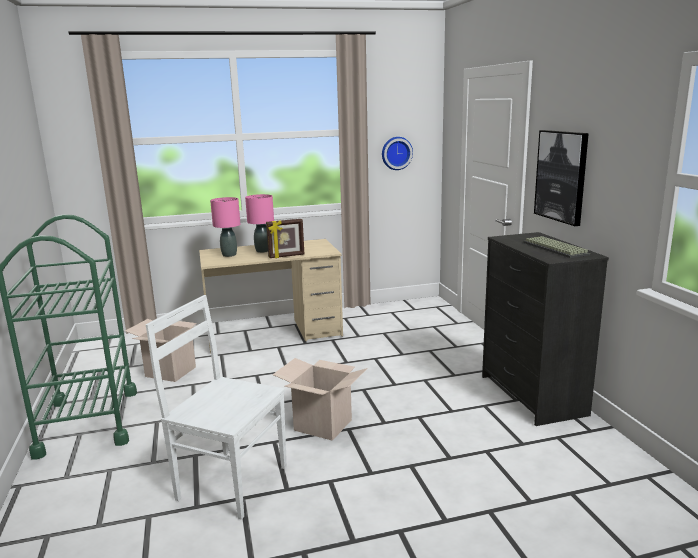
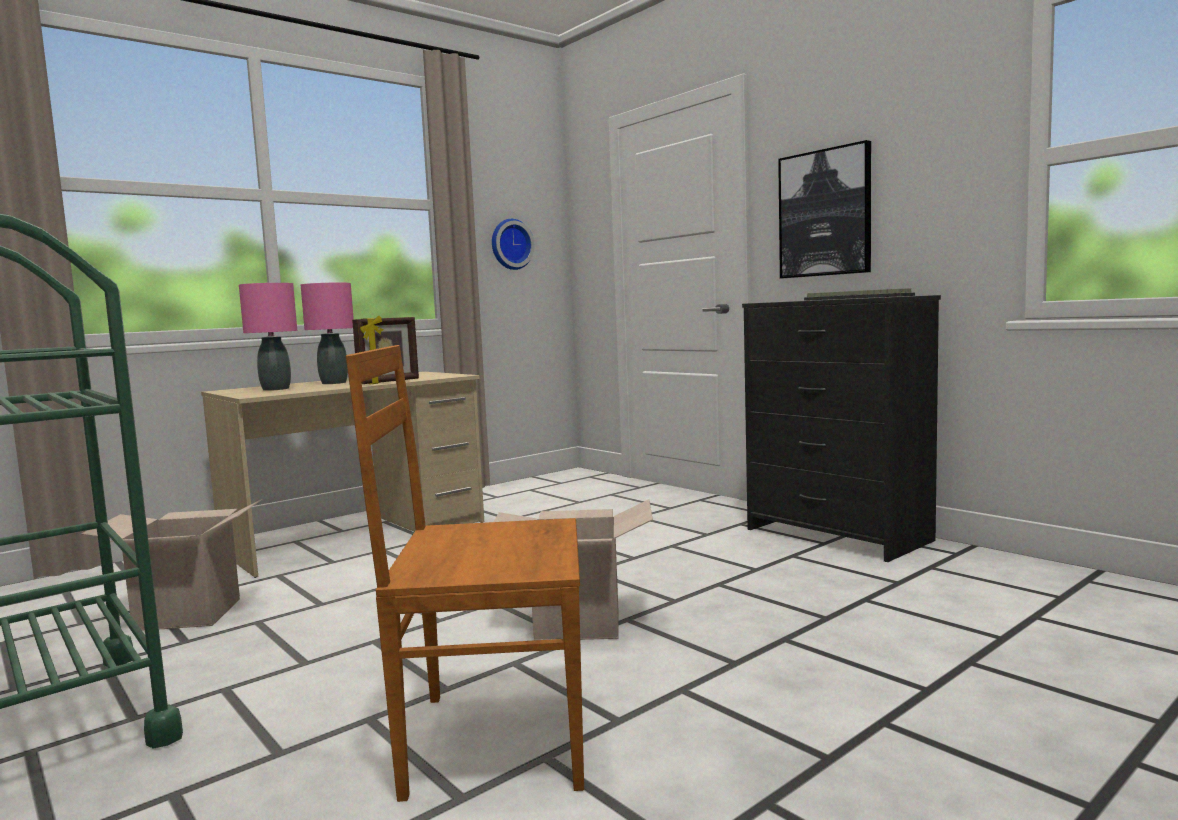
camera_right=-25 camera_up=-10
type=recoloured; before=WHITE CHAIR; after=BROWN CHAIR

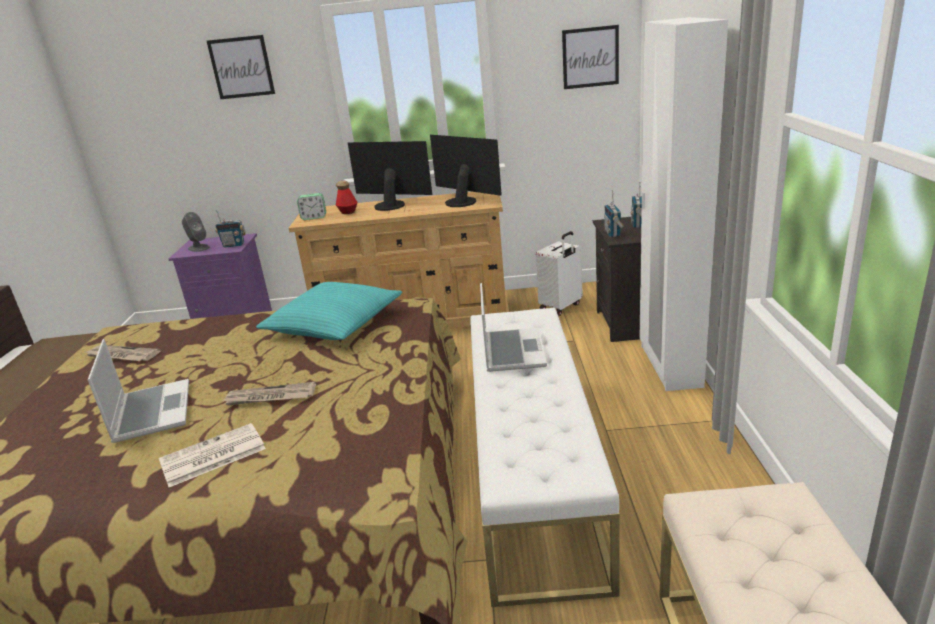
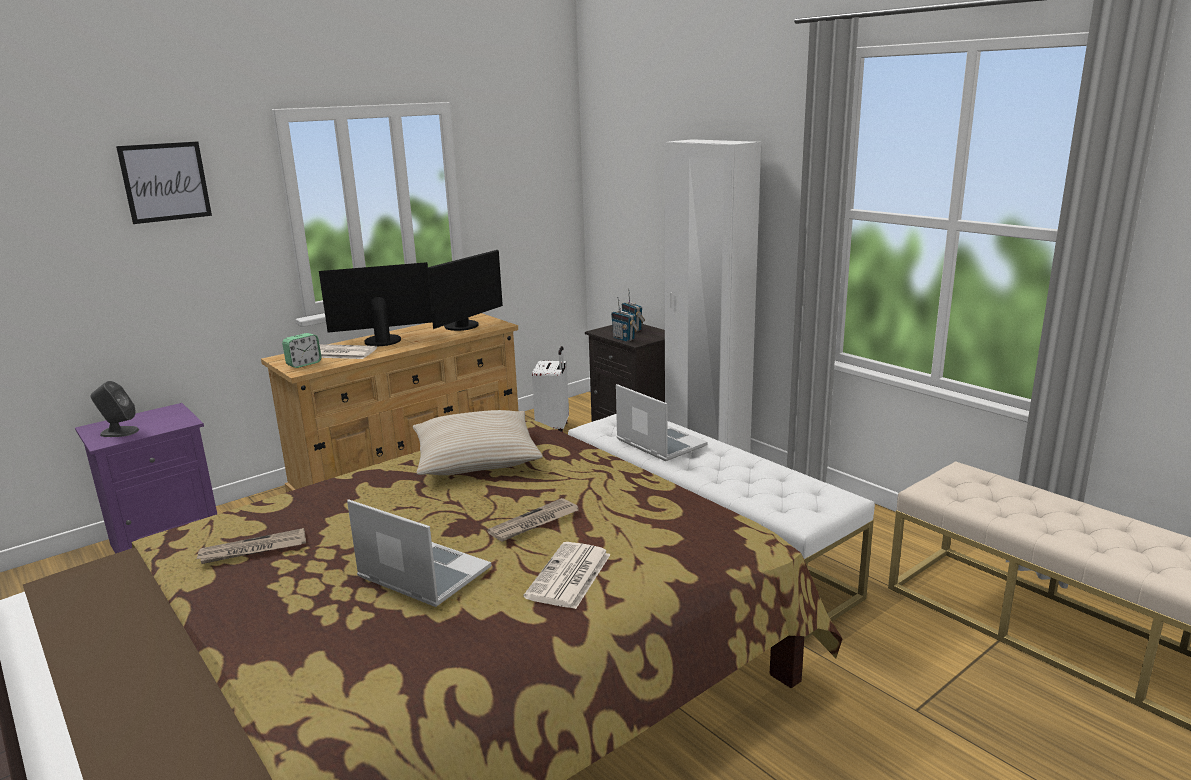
camera_right=-40 camera_up=-5
type=replaced; before=BOTTLE; after=NEWSPAPER (2nd from left)
type=recoloured; before=TURQUOISE PILLOW; after=BEIGE PILLOW
type=turned; before=MONITOR (2nd from left); turn=120
type=removed; before=RADIO (1st from left)
type=removed; before=PICTURE (2nd from left)

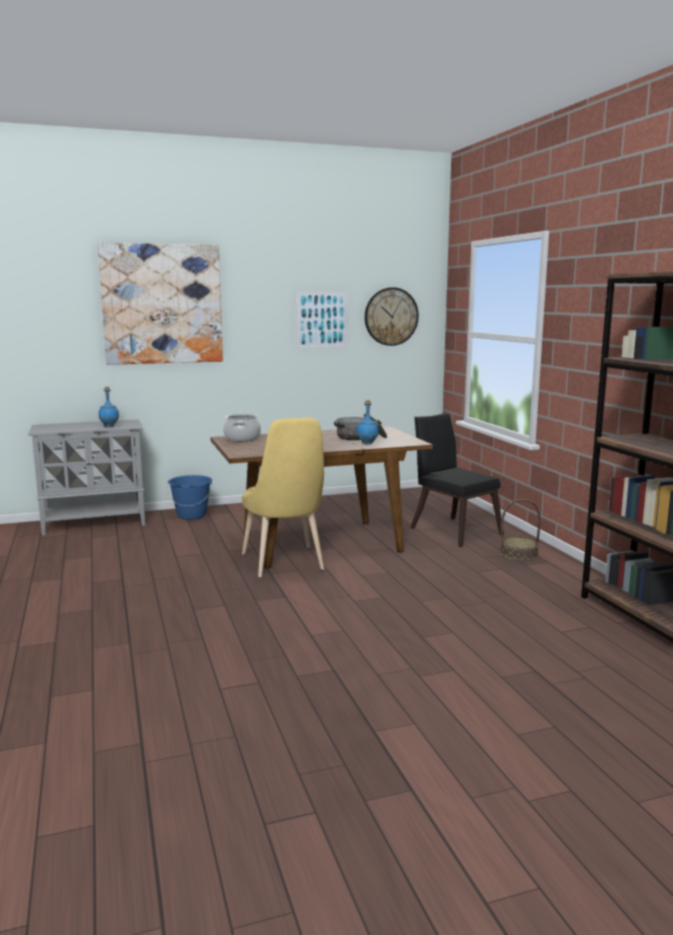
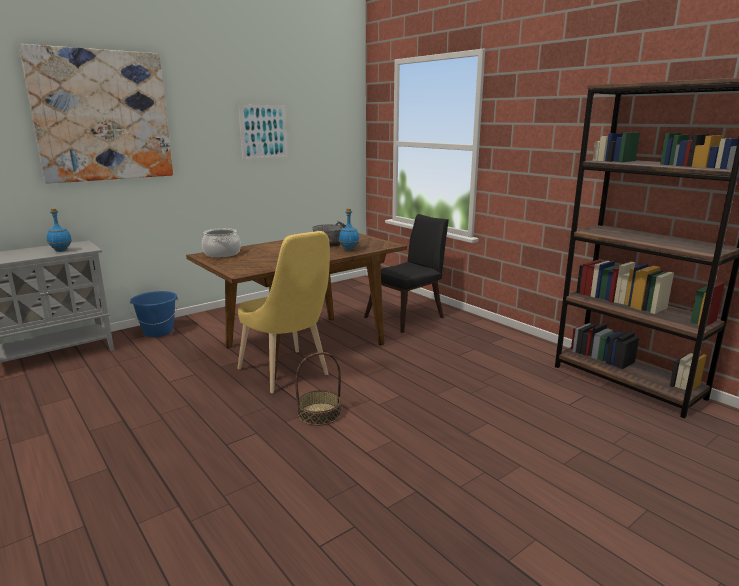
camera_right=-20 camera_up=5
type=moved; before=BASKET
type=turned; before=BLACK CHAIR; turn=105
type=removed; before=WALL CLOCK

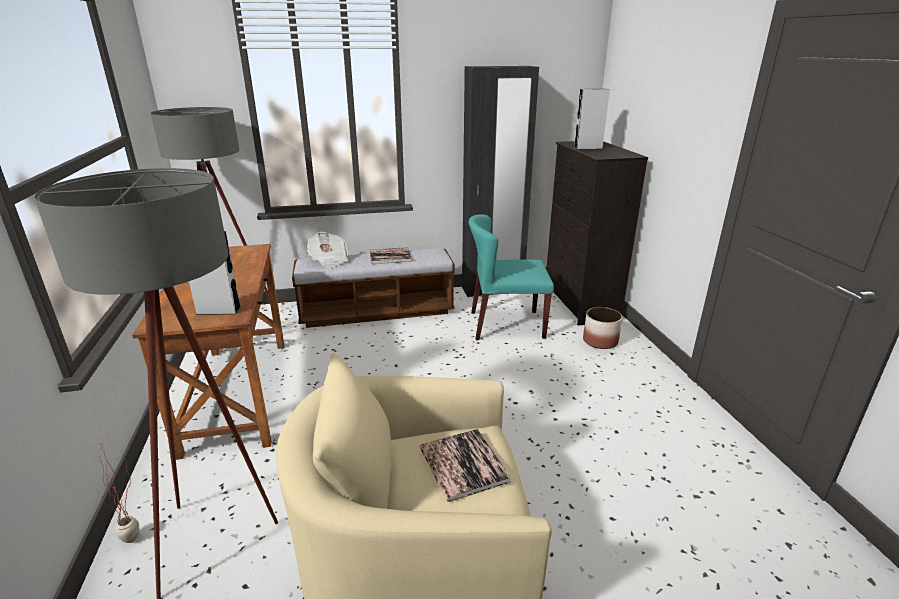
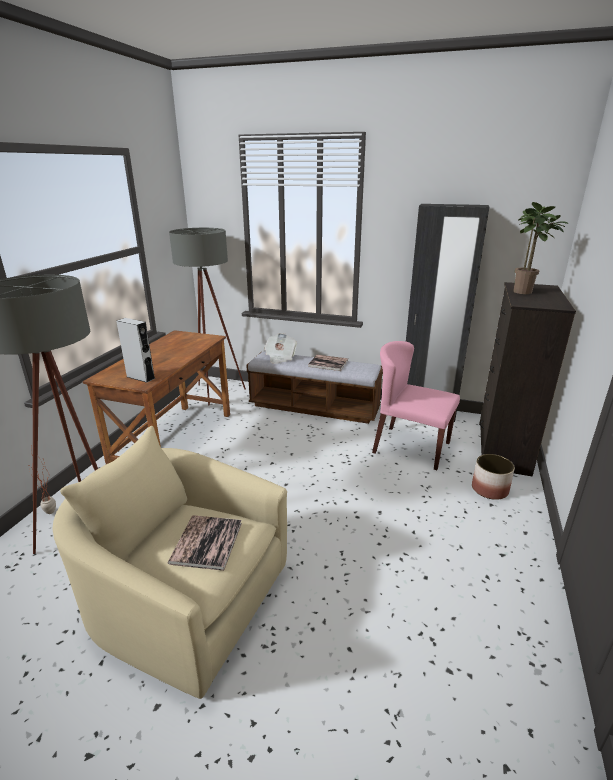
camera_right=30 camera_up=0
type=recoloured; before=TURQUOISE CHAIR; after=PINK CHAIR
type=replaced; before=GREY SPEAKER (2nd from left); after=POTTED PLANT (2nd from left)

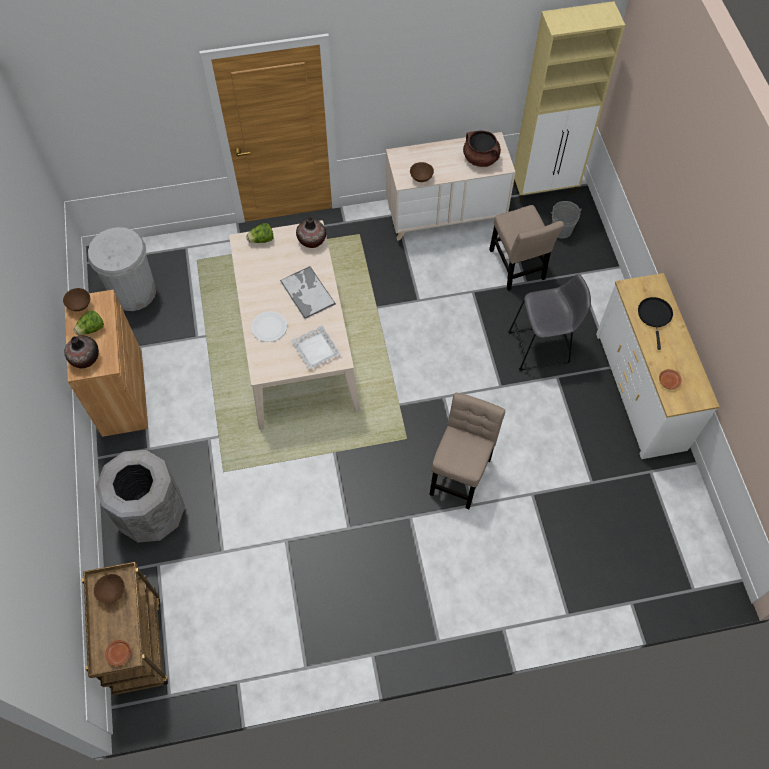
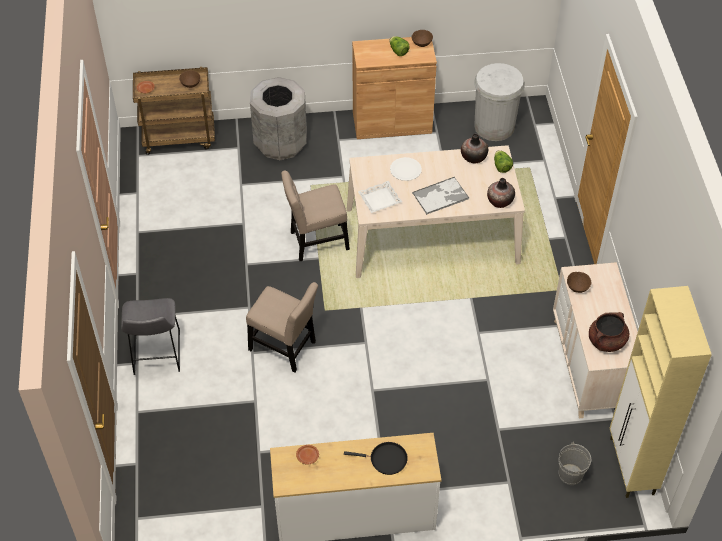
camera_right=95 camera_up=-10
type=moved; before=GREY STOOL
type=moved; before=BEIGE CHAIR (2nd from left)
type=moved; before=VASE (1st from left)

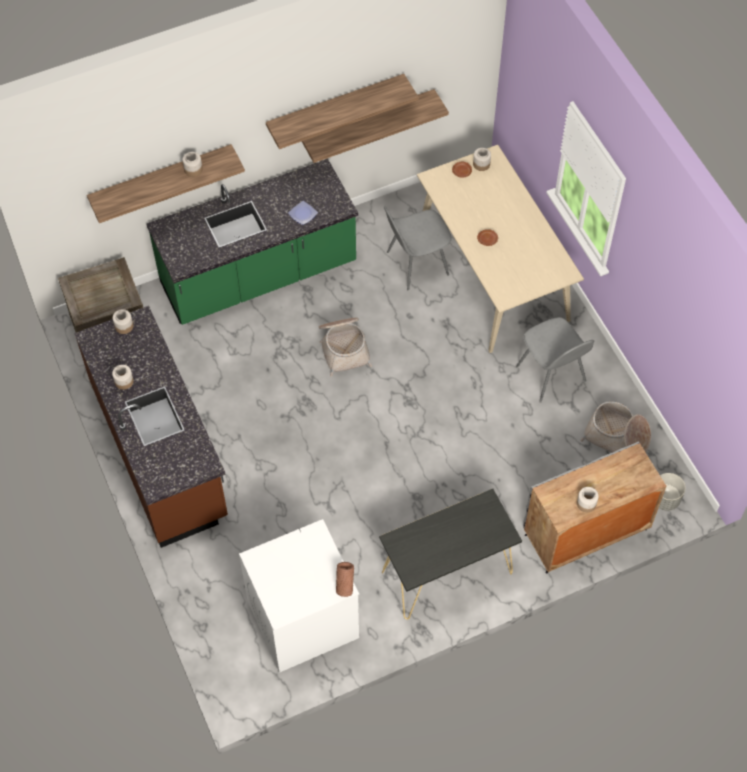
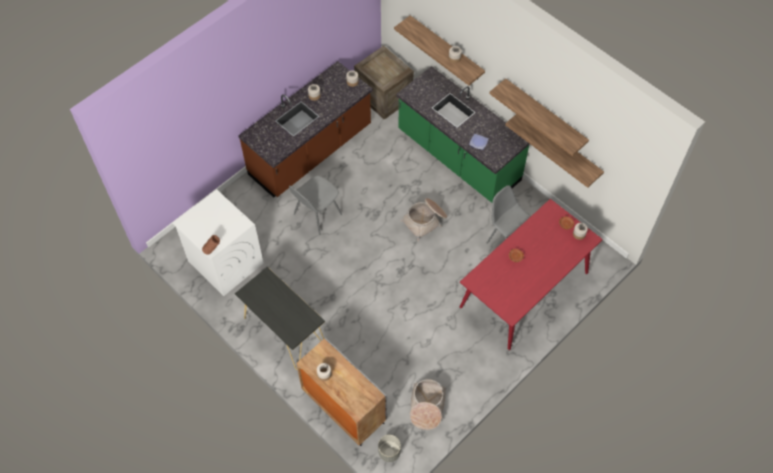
camera_right=70 camera_up=0
type=moved; before=GREY CHAIR (2nd from left in the first image); after=GREY CHAIR (1st from left)
type=recoloured; before=BEIGE DINING TABLE; after=RED DINING TABLE

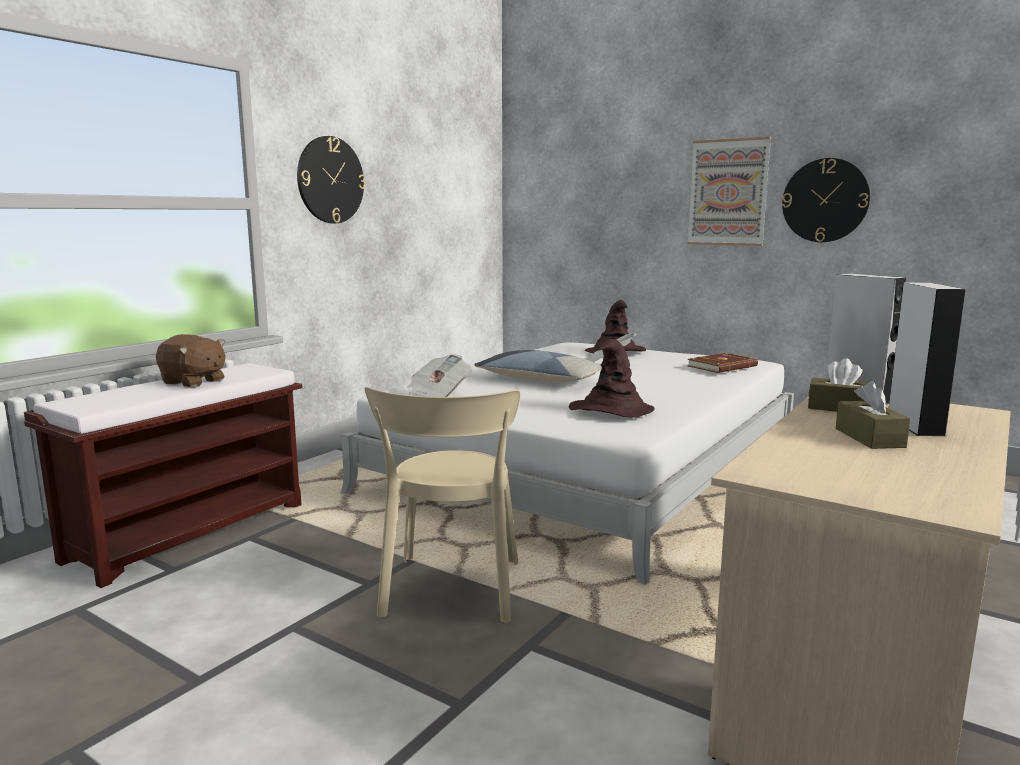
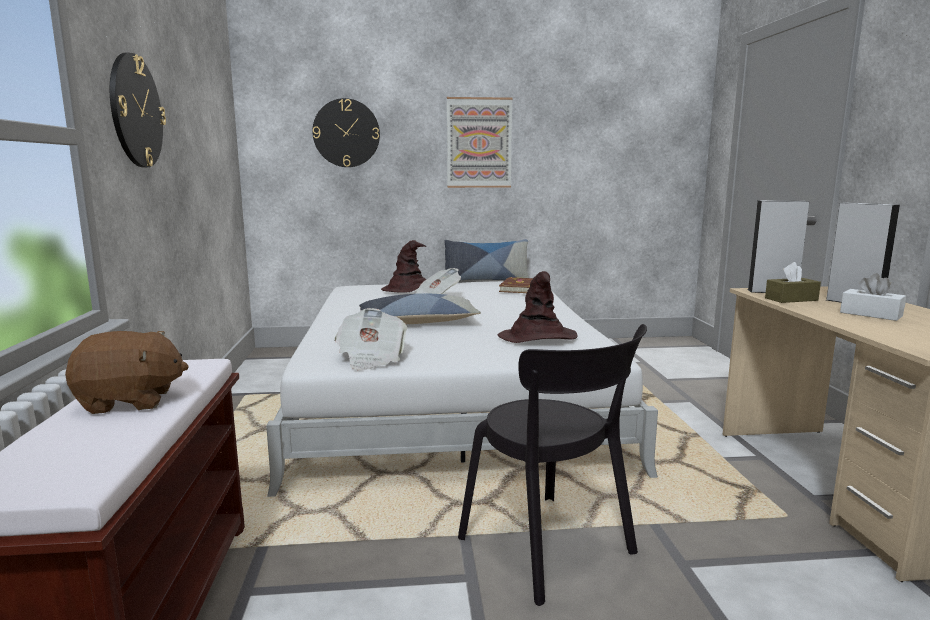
camera_right=-40 camera_up=0
type=moved; before=WALL CLOCK (2nd from left)
type=added; after=PILLOW (2nd from left)
type=recoloured; before=BEIGE CHAIR; after=BLACK CHAIR
type=recoloured; before=BROWN TISSUE BOX (2nd from left); after=WHITE TISSUE BOX

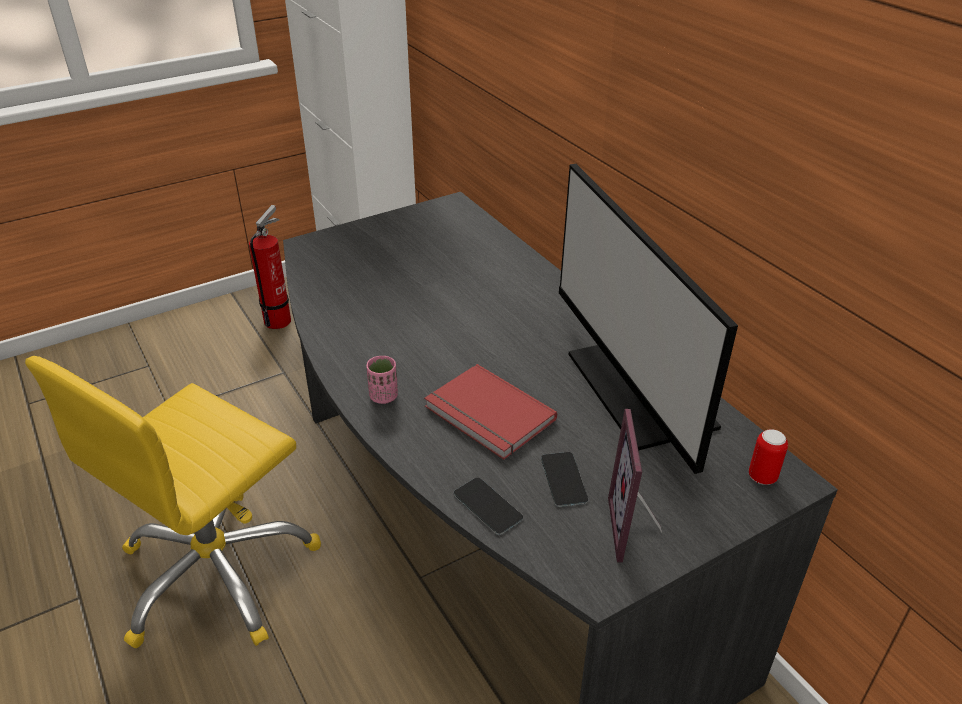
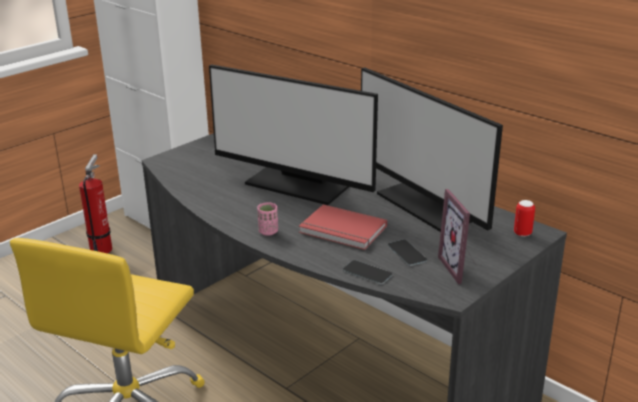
camera_right=-15 camera_up=-10
type=added; after=MONITOR (1st from left)

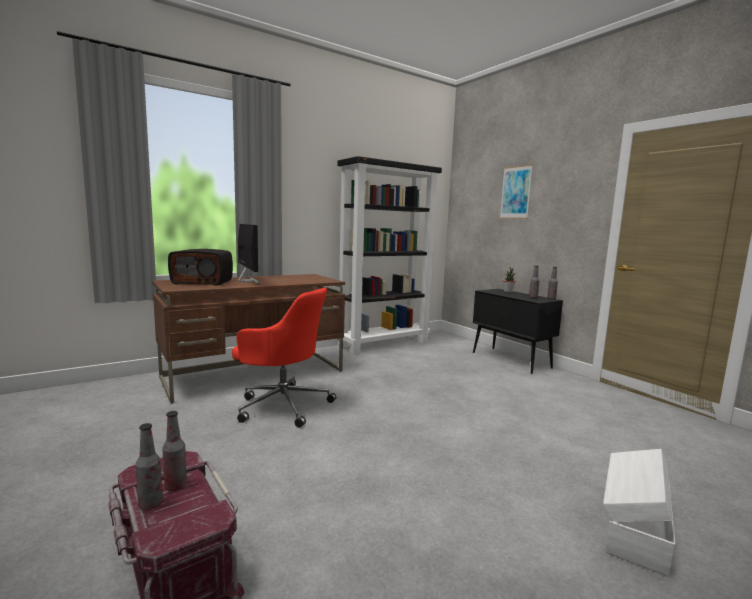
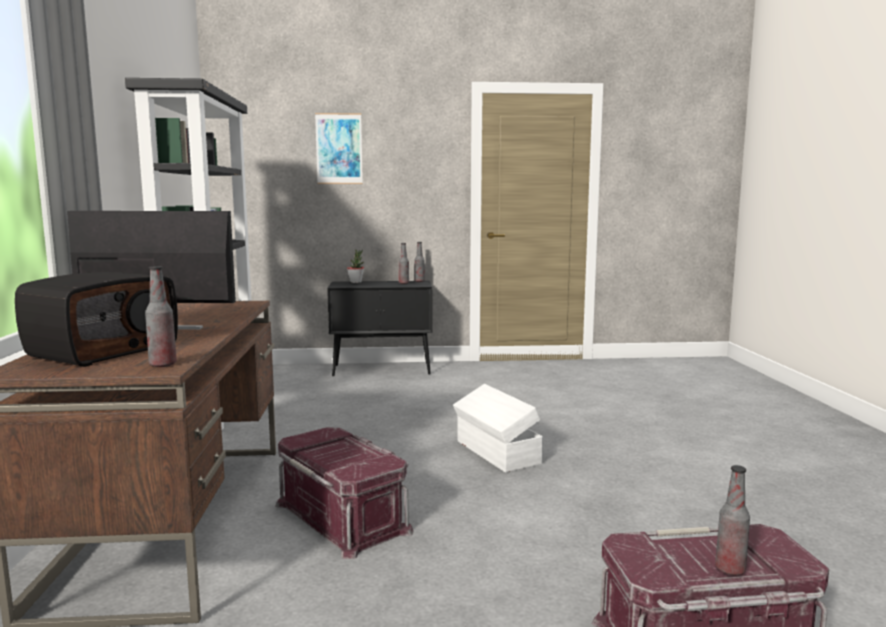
camera_right=-60 camera_up=0
type=moved; before=BOTTLE (2nd from left in the first image); after=BOTTLE (1st from left)
type=replaced; before=RED OFFICE CHAIR; after=RED STORAGE BOX (1st from left)
type=moved; before=WHITE STORAGE BOX

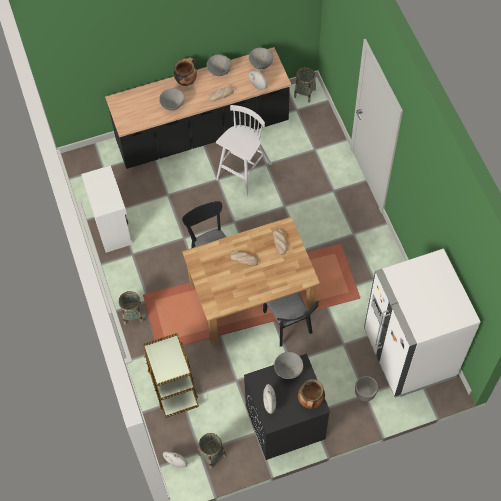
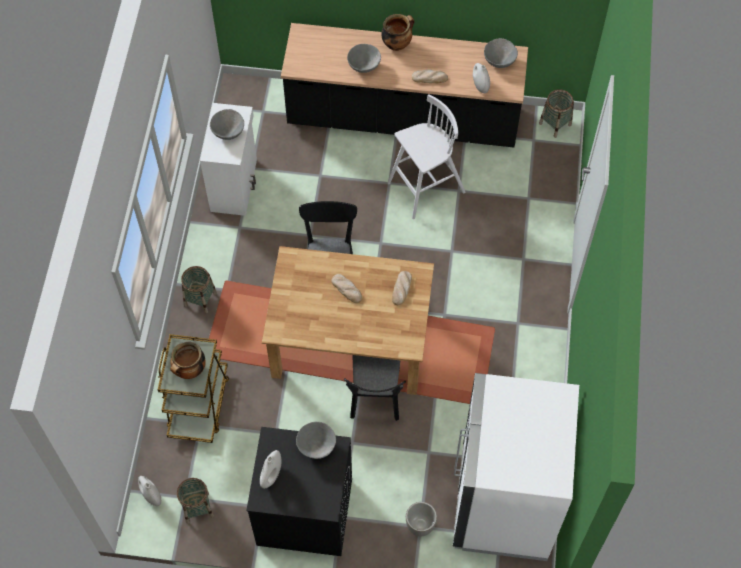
camera_right=25 camera_up=0
type=moved; before=COOKING POT (2nd from left in the first image); after=COOKING POT (1st from left)
type=moved; before=GREY BOWL (2nd from left in the first image); after=GREY BOWL (1st from left)

